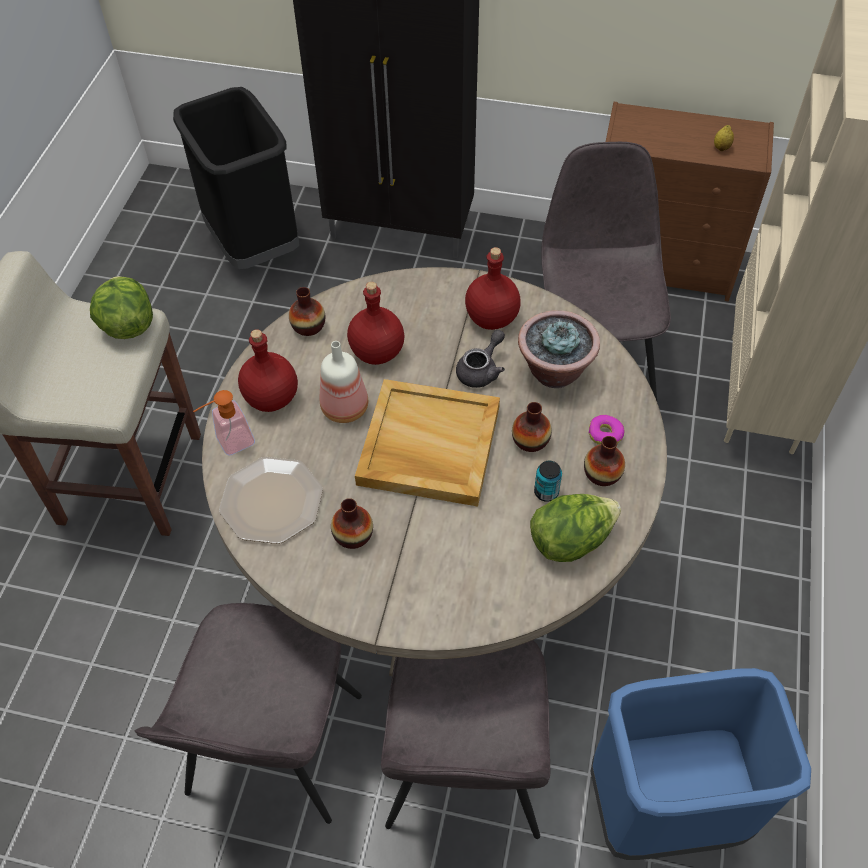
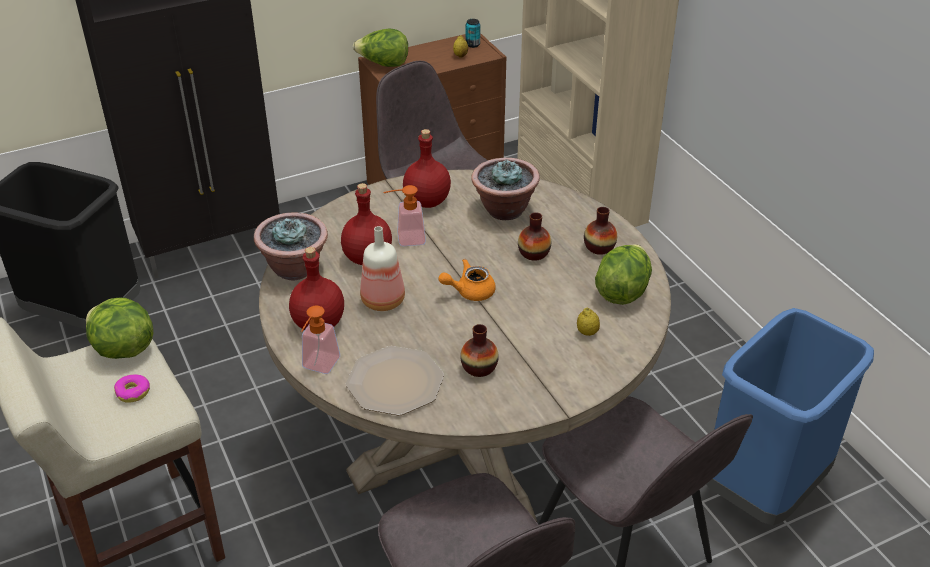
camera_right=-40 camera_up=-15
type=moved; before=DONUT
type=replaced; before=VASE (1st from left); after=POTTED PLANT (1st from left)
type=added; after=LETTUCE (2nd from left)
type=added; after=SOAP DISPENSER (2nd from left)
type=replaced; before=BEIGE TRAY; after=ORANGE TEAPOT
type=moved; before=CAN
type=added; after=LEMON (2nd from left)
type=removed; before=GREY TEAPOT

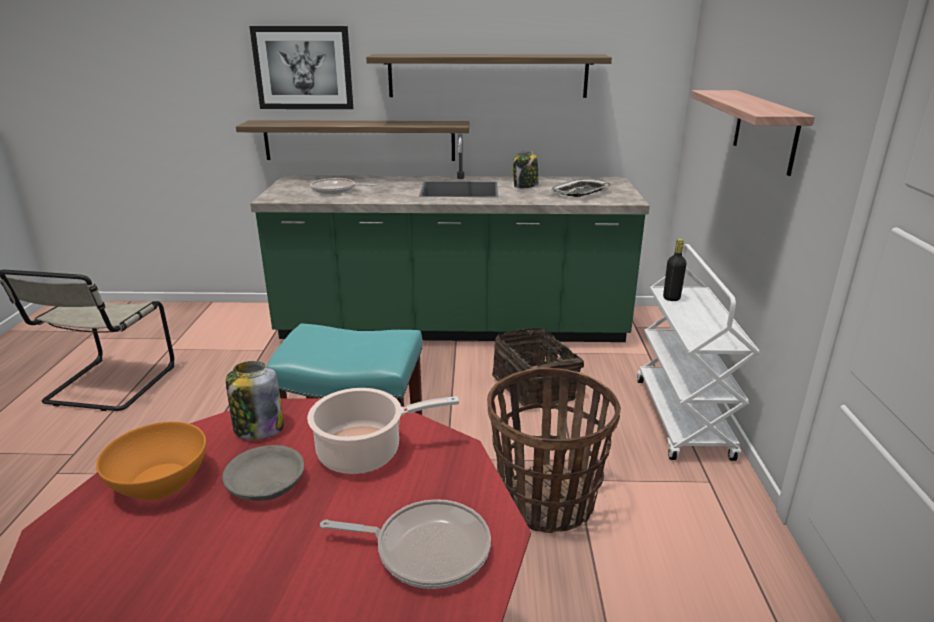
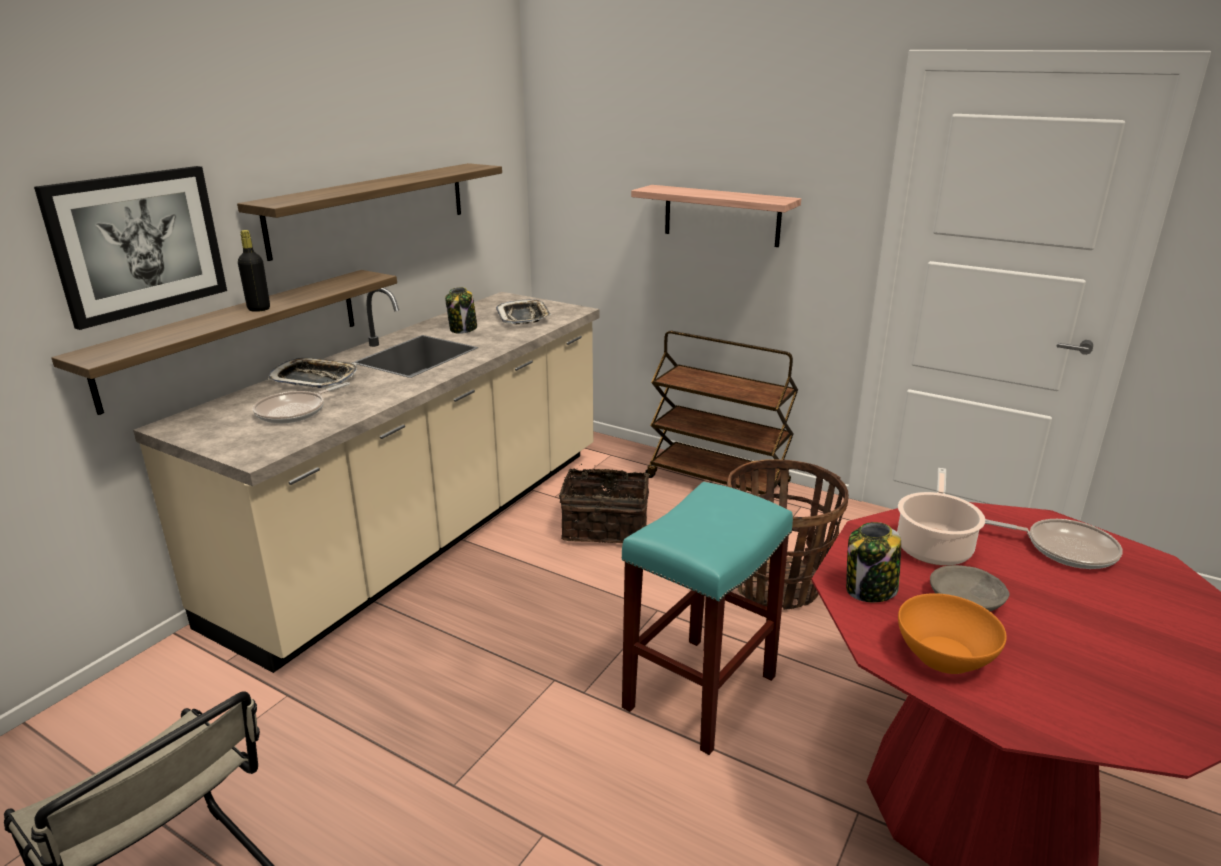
camera_right=-60 camera_up=0
type=recoloured; before=GREEN COUNTER; after=BEIGE COUNTER
type=moved; before=BLACK BOTTLE
type=added; after=TRAY (1st from left)
type=recoloured; before=WHITE CART; after=BROWN CART
type=turned; before=FRYING PAN (2nd from left); turn=75

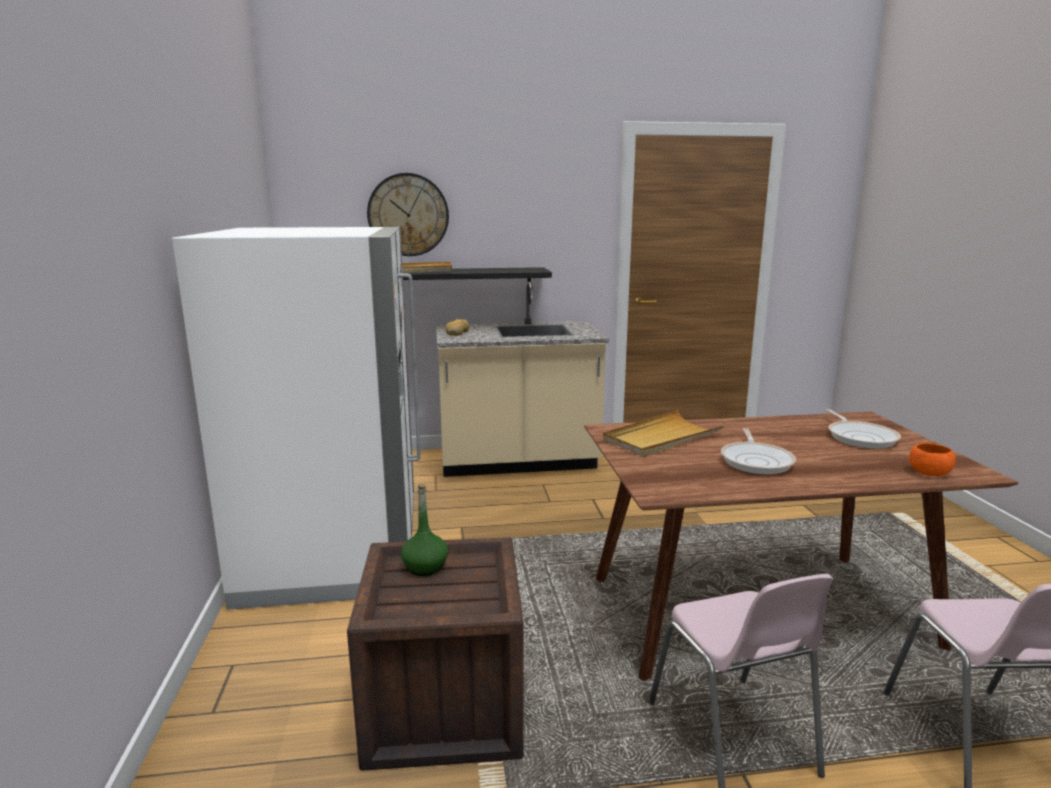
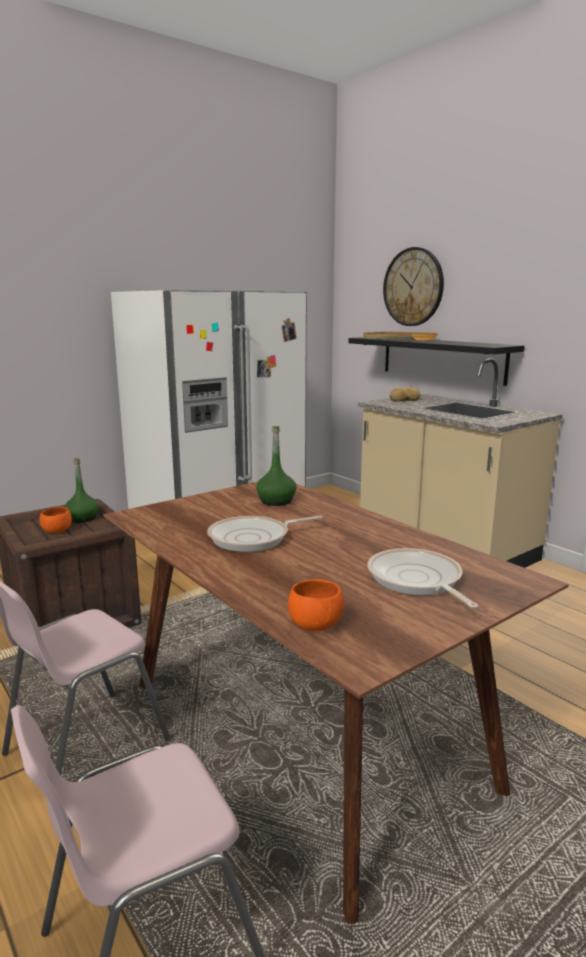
camera_right=60 camera_up=0
type=added; after=ORANGE BOWL (1st from left)
type=replaced; before=BEIGE TRAY (2nd from left); after=GREEN BOTTLE (2nd from left)
type=turned; before=FRYING PAN (2nd from left); turn=105

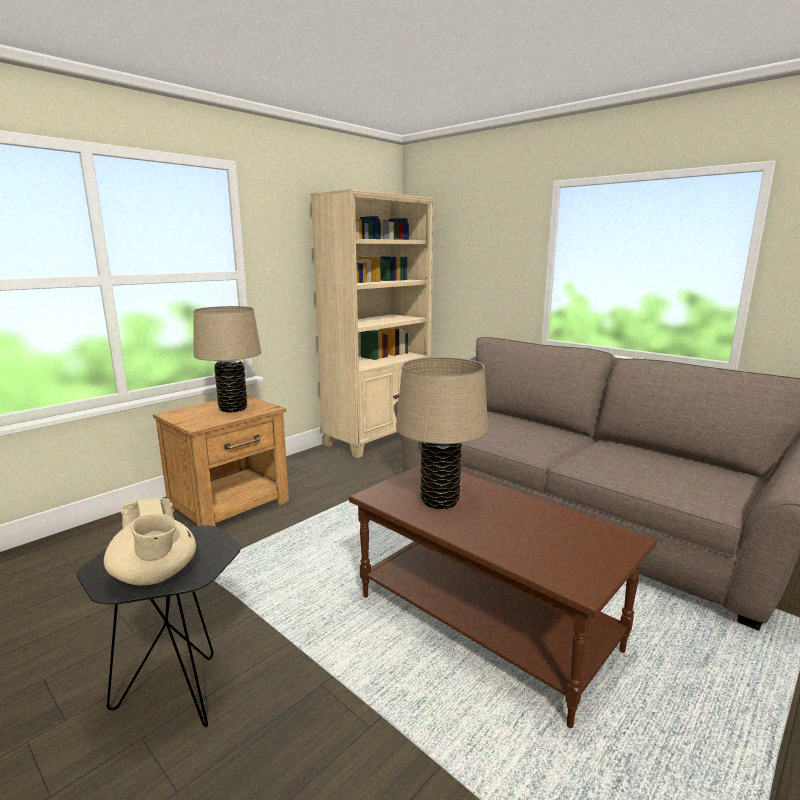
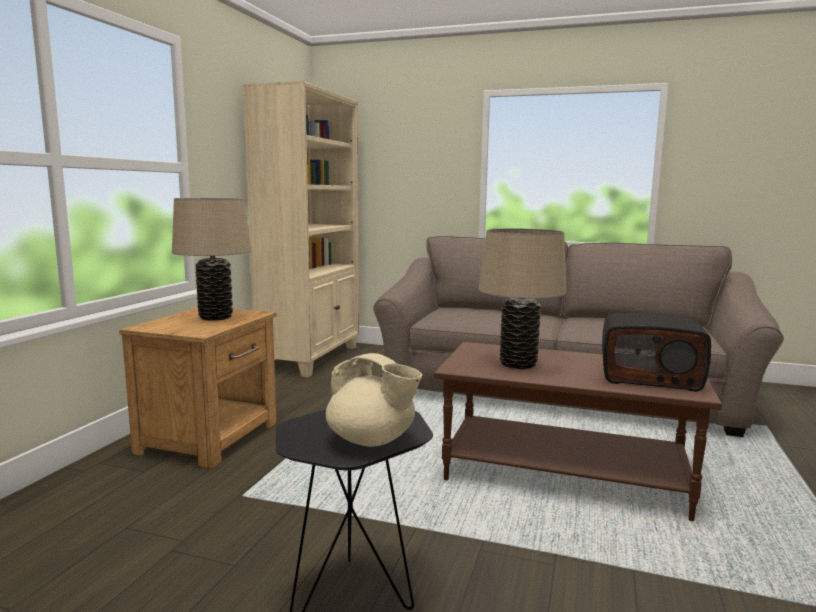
camera_right=-25 camera_up=-5
type=added; after=RADIO

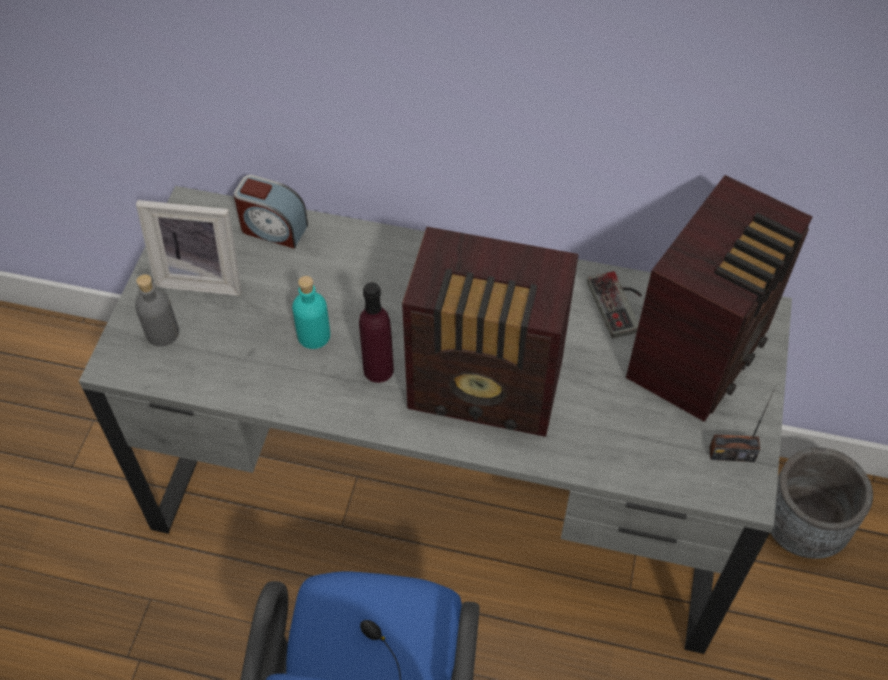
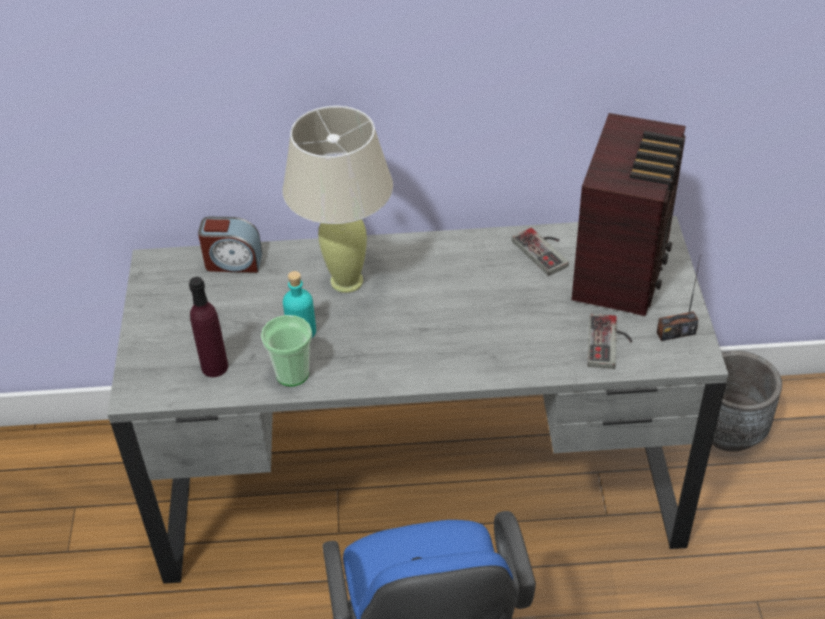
camera_right=-15 camera_up=-10
type=moved; before=PURPLE BOTTLE
type=added; after=CUP
type=added; after=BEIGE TABLE LAMP
type=added; after=GAME CONTROLLER (2nd from left)
type=removed; before=GREY BOTTLE
type=removed; before=PICTURE FRAME
type=removed; before=RADIO (1st from left)

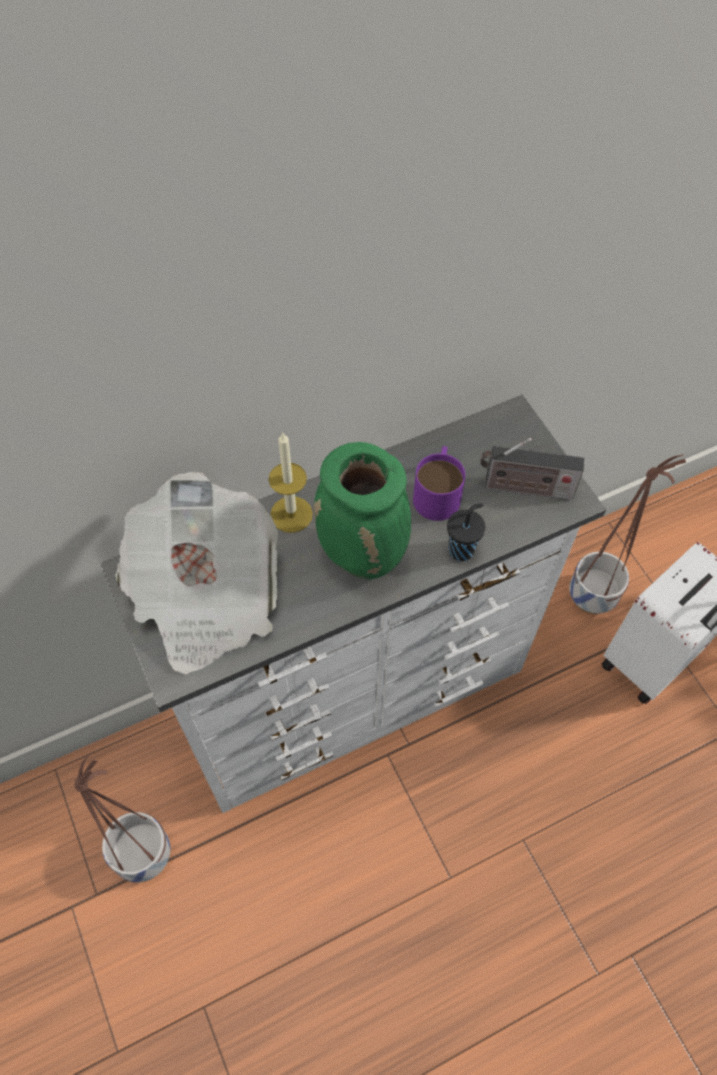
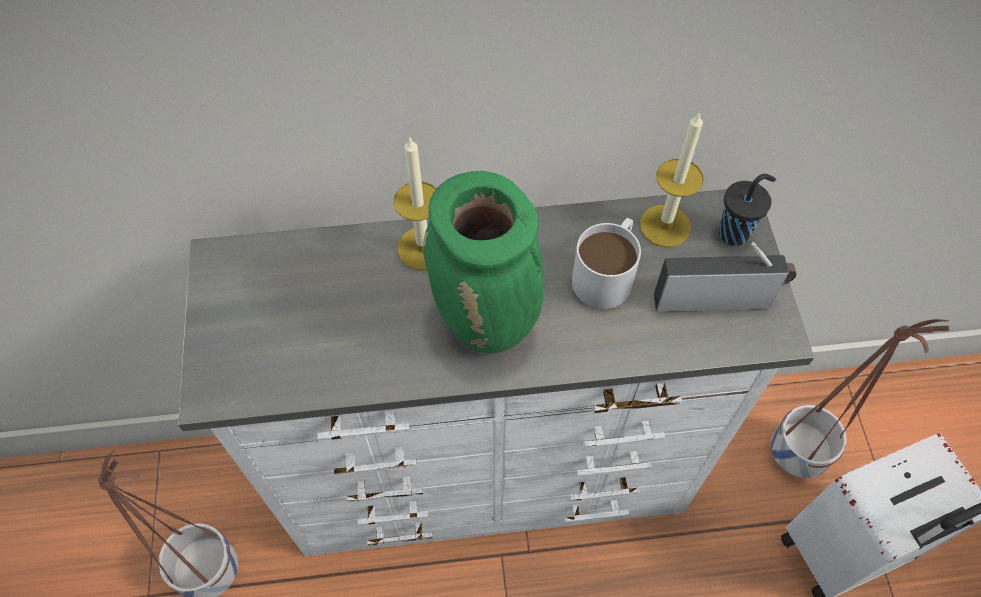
camera_right=20 camera_up=0
type=recoloured; before=PURPLE MUG; after=WHITE MUG
type=added; after=CANDLE (2nd from left)
type=turned; before=RADIO; turn=150
type=moved; before=BLACK CUP
type=removed; before=NEWSPAPER

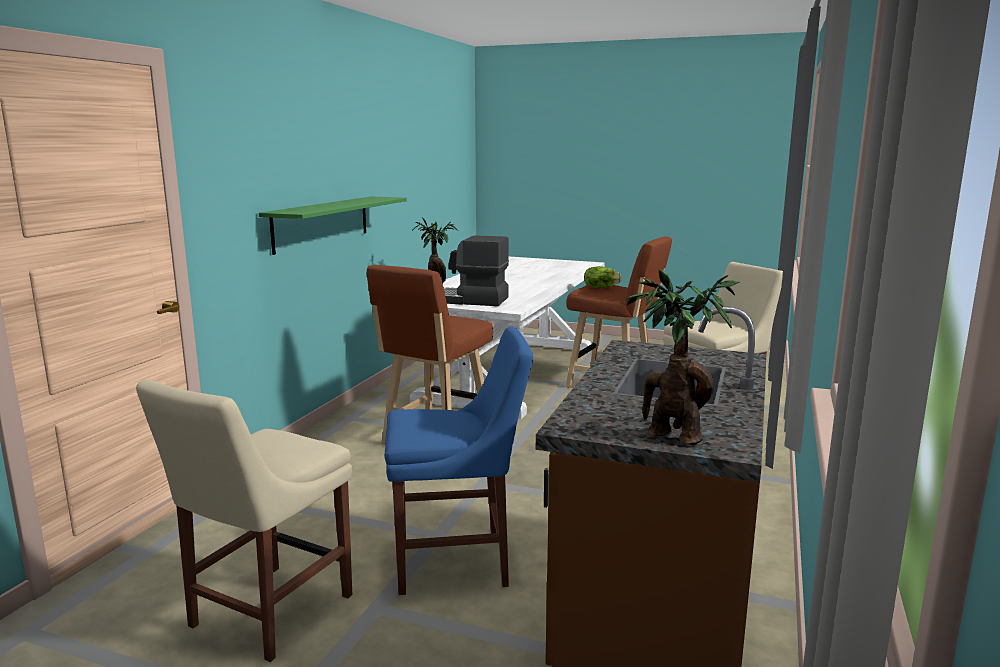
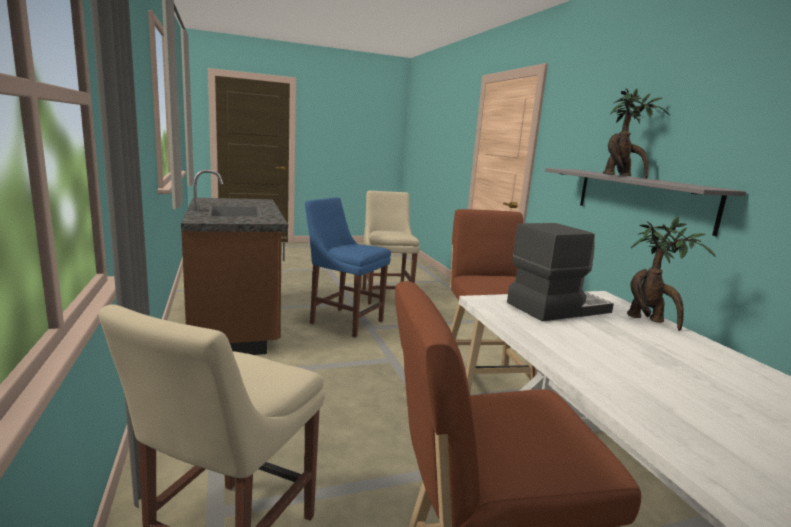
camera_right=140 camera_up=0
type=turned; before=BLUE CHAIR; turn=75
type=recoloured; before=GREEN SHELF; after=GREY SHELF
type=moved; before=POTTED PLANT (2nd from left in the first image); after=POTTED PLANT (1st from left)
type=removed; before=LETTUCE

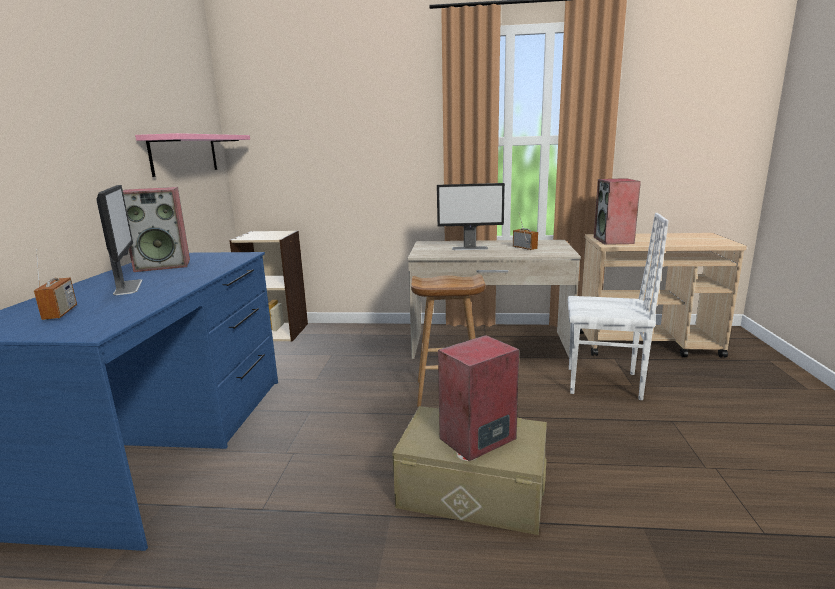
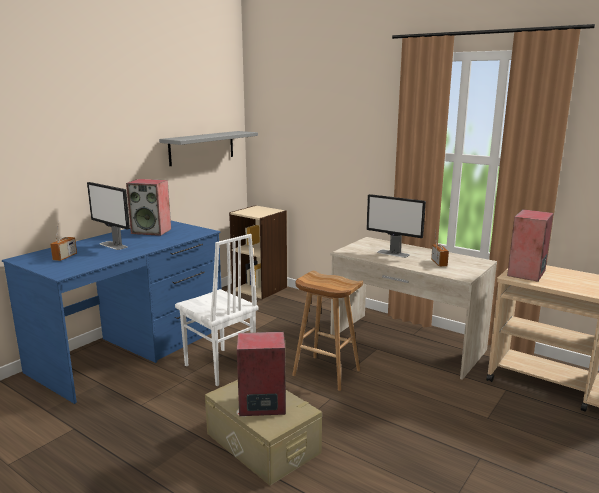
camera_right=30 camera_up=0
type=turned; before=MONITOR (1st from left); turn=120
type=recoloured; before=PINK SHELF; after=GREY SHELF
type=moved; before=WHITE CHAIR

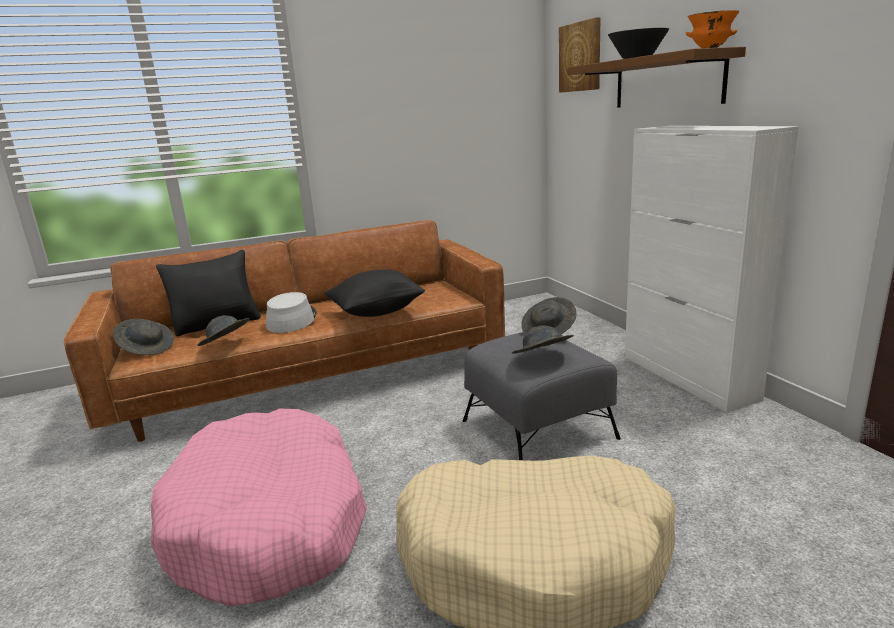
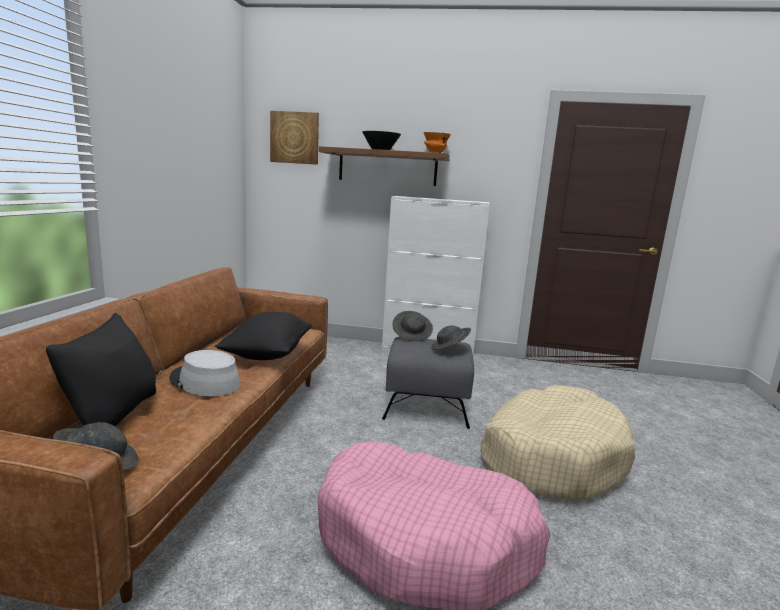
camera_right=-60 camera_up=-5
type=removed; before=GREY HAT (2nd from left)

